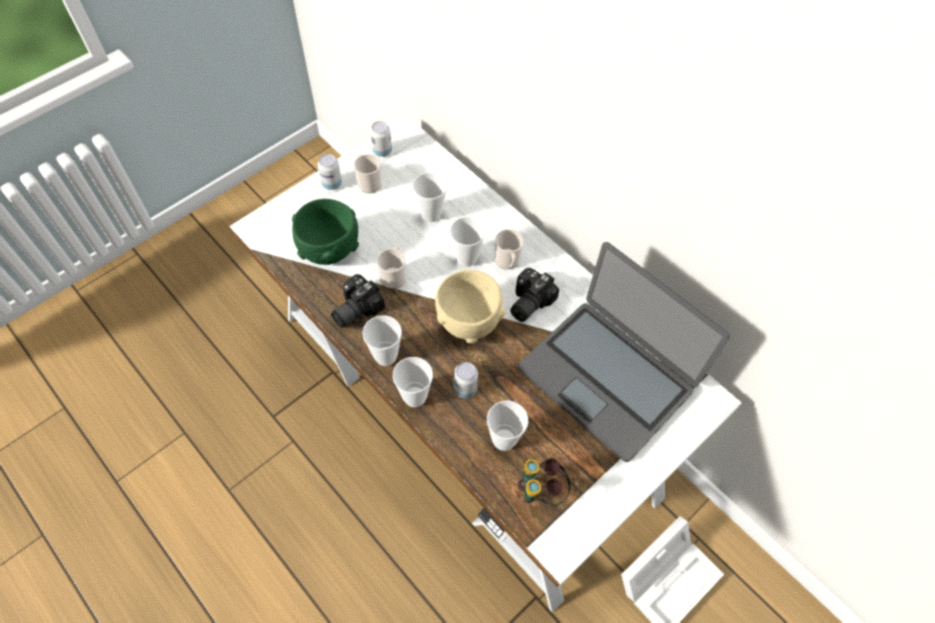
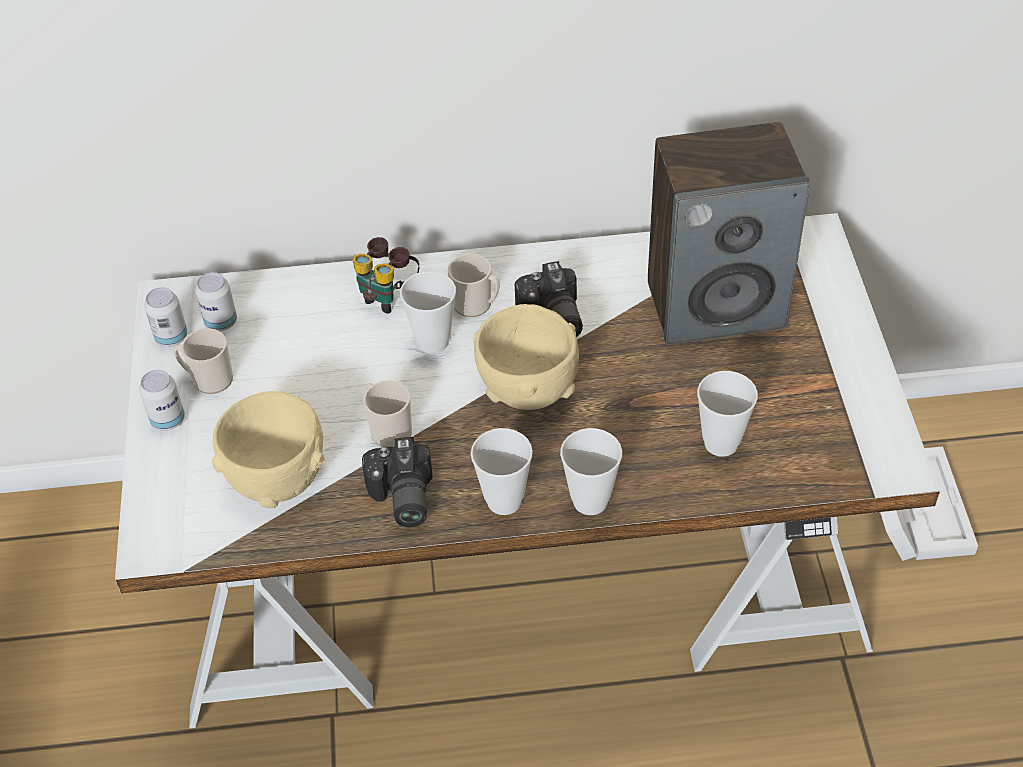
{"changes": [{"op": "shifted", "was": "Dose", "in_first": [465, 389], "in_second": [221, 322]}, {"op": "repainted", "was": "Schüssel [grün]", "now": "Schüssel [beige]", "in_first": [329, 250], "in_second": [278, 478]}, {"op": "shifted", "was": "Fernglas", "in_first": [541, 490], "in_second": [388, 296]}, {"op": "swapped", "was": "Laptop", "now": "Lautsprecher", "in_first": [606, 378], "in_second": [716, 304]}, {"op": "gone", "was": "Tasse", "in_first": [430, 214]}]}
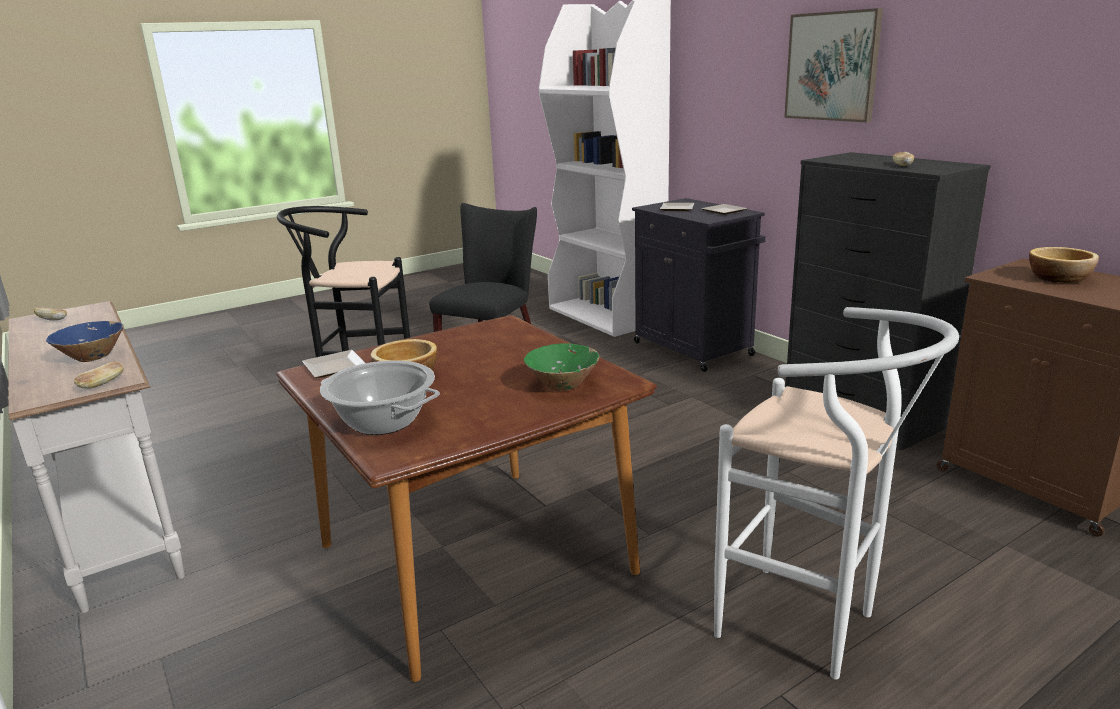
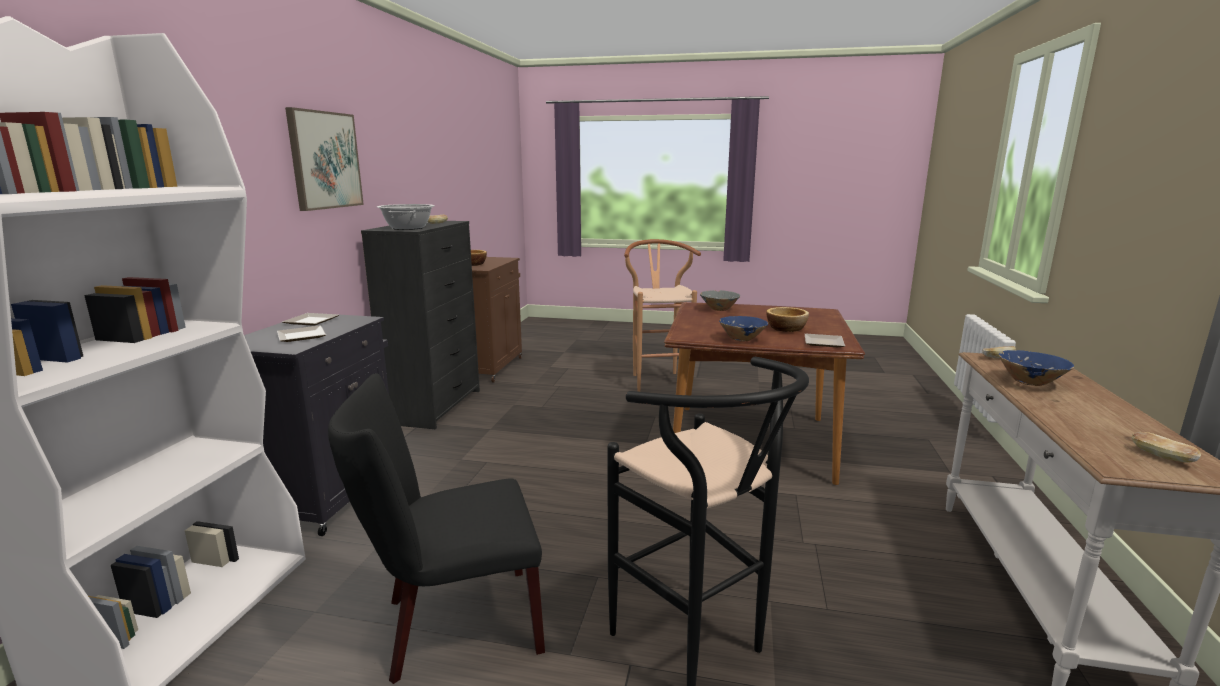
{"changes": [{"op": "shifted", "was": "Kochtopf", "in_first": [384, 421], "in_second": [407, 228]}, {"op": "repainted", "was": "Hocker [weiß]", "now": "Hocker [braun]", "in_first": [810, 628], "in_second": [658, 380]}, {"op": "repainted", "was": "Schüssel [grün]", "now": "Schüssel [grau]", "in_first": [562, 384], "in_second": [719, 309]}, {"op": "new", "now": "Schüssel [blau]", "in_second": [741, 339]}]}
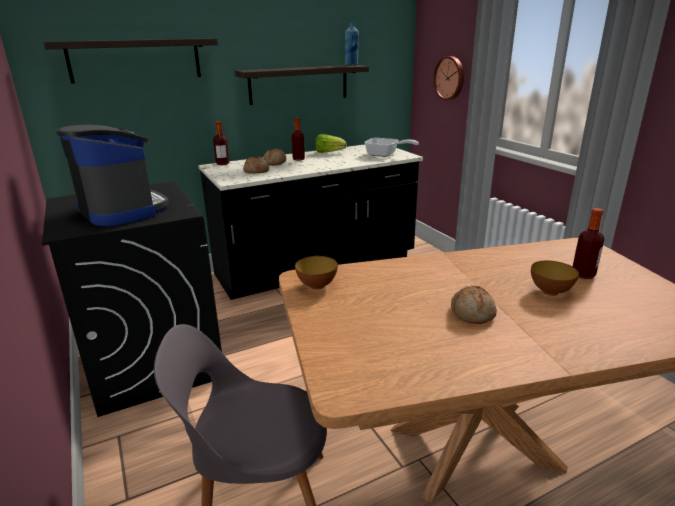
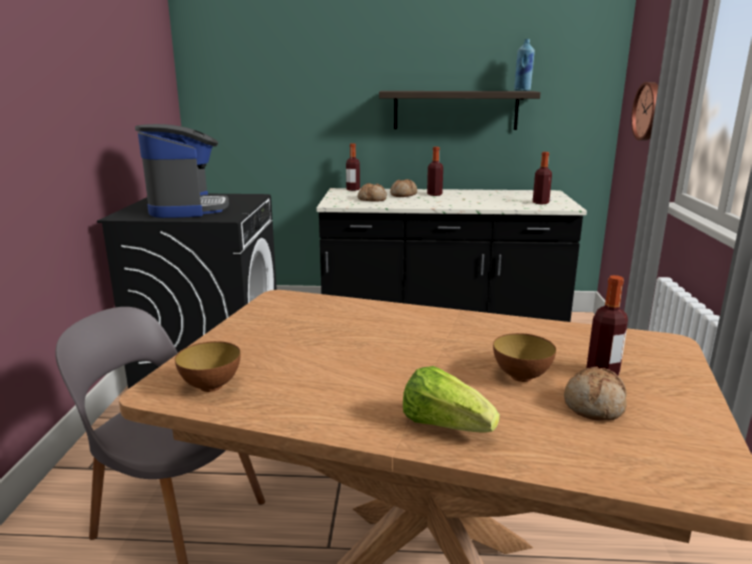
{"changes": [{"op": "shifted", "was": "Schüssel", "in_first": [317, 286], "in_second": [211, 386]}, {"op": "shifted", "was": "Salatkopf", "in_first": [328, 152], "in_second": [444, 425]}, {"op": "swapped", "was": "Pfanne", "now": "Flasche", "in_first": [385, 155], "in_second": [540, 203]}, {"op": "shifted", "was": "Brot", "in_first": [473, 313], "in_second": [595, 405]}, {"op": "gone", "was": "Wandregal", "in_first": [135, 60]}]}
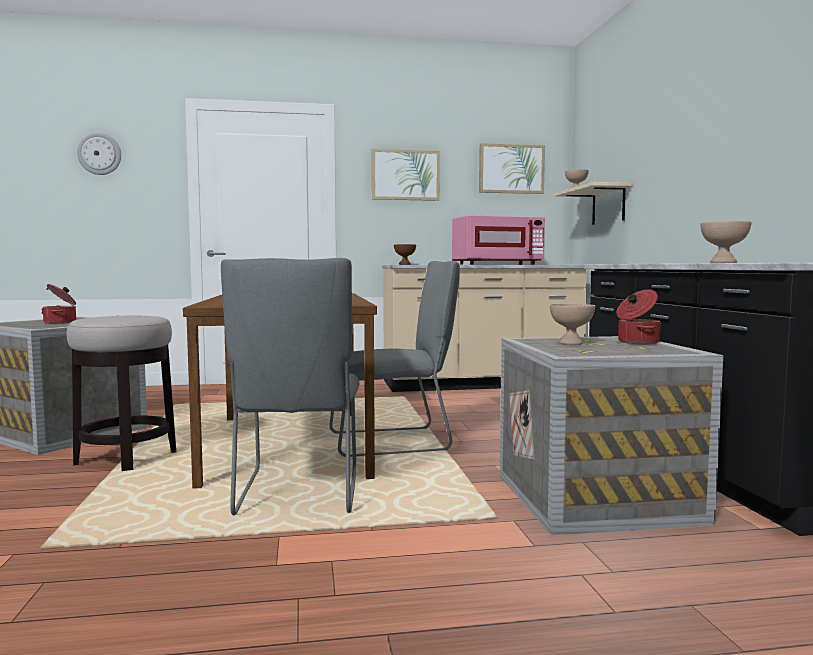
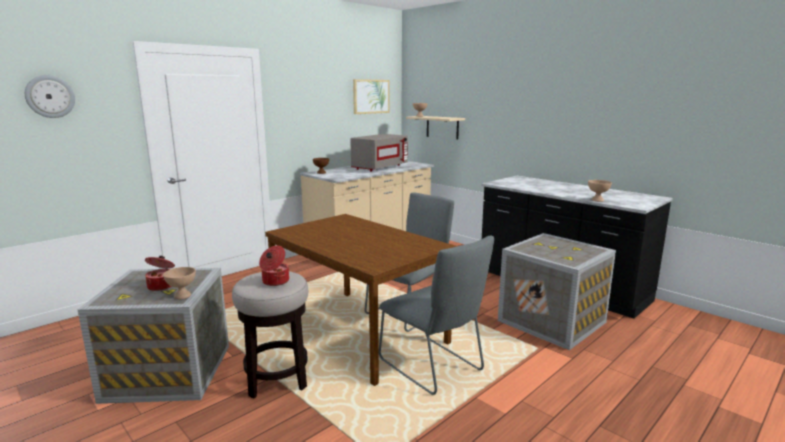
{"changes": [{"op": "shifted", "was": "Schüssel [beige]", "in_first": [571, 343], "in_second": [182, 295]}, {"op": "shifted", "was": "Kochtopf", "in_first": [637, 342], "in_second": [275, 281]}, {"op": "repainted", "was": "Mikrowelle [rosa]", "now": "Mikrowelle [grau]", "in_first": [497, 264], "in_second": [379, 167]}, {"op": "gone", "was": "Bild", "in_first": [405, 175]}]}
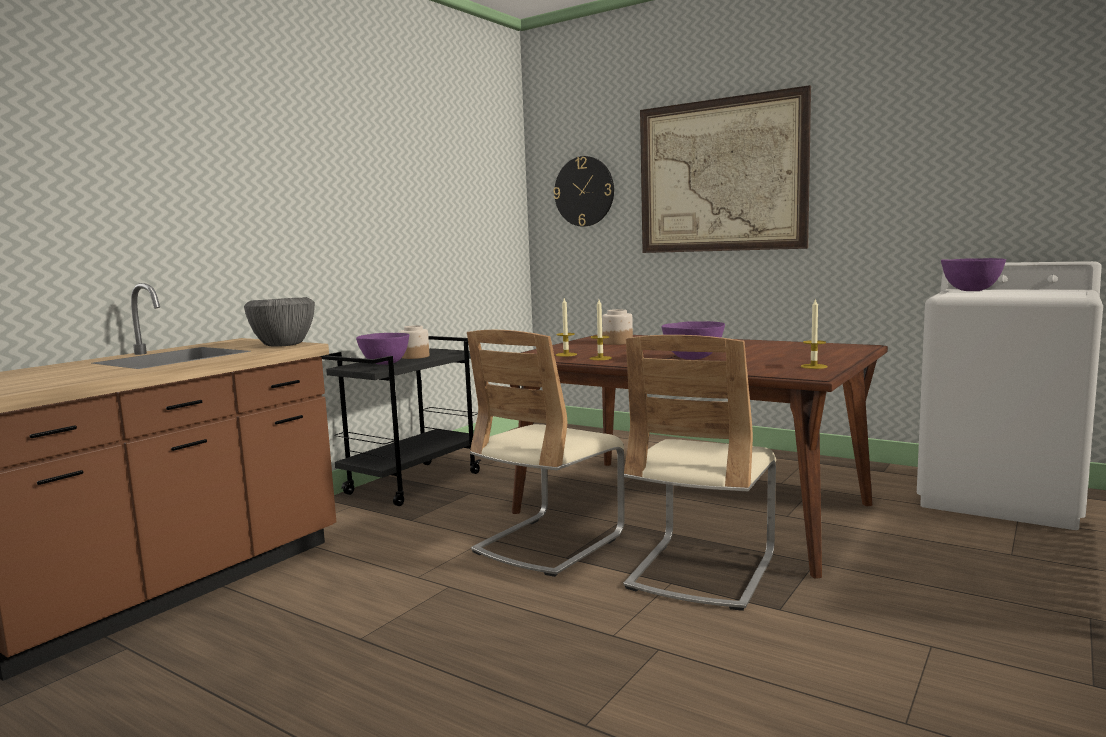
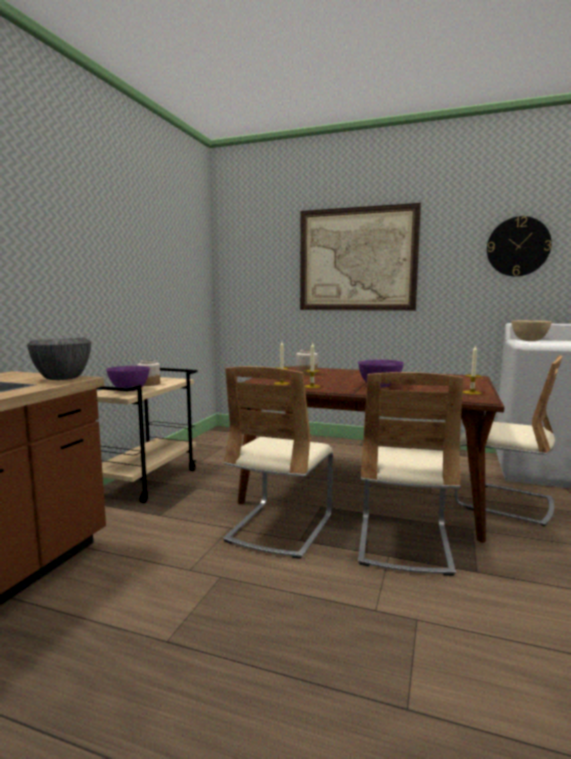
{"changes": [{"op": "repainted", "was": "Rollwagen [schwarz]", "now": "Rollwagen [beige]", "in_first": [414, 483], "in_second": [147, 481]}, {"op": "new", "now": "Stuhl [beige]", "in_second": [503, 502]}, {"op": "shifted", "was": "Wanduhr", "in_first": [584, 191], "in_second": [518, 246]}, {"op": "repainted", "was": "Schüssel [lila]", "now": "Schüssel [beige]", "in_first": [971, 290], "in_second": [529, 341]}]}
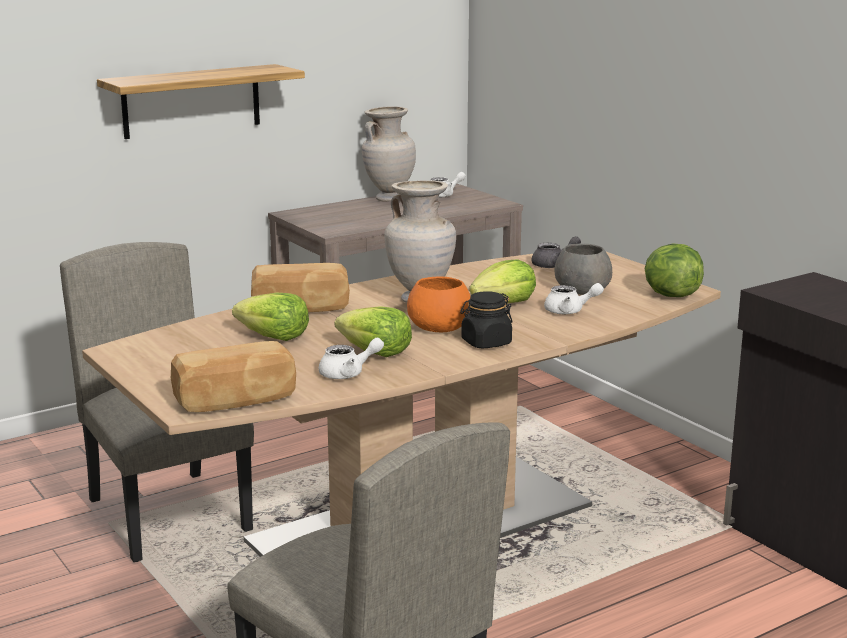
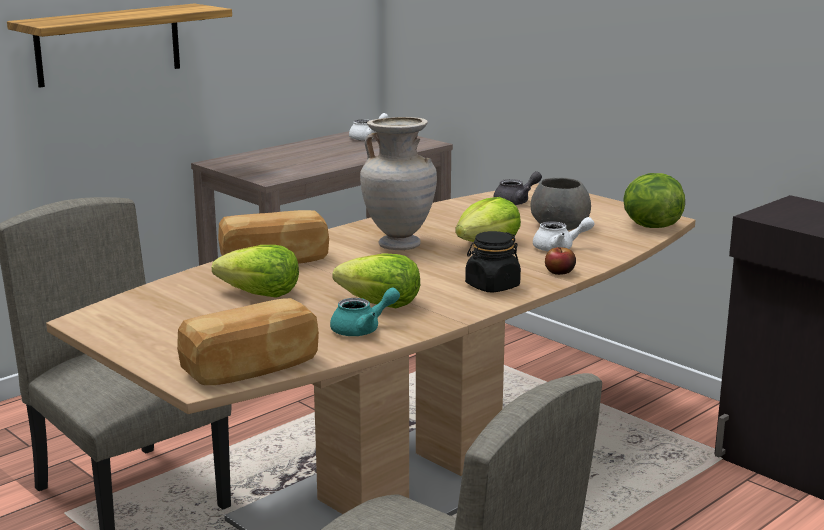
{"changes": [{"op": "repainted", "was": "Teekanne [weiß]", "now": "Teekanne [türkis]", "in_first": [348, 374], "in_second": [363, 329]}, {"op": "new", "now": "Apfel", "in_second": [560, 272]}, {"op": "gone", "was": "Vase [beige]", "in_first": [389, 198]}, {"op": "gone", "was": "Schüssel [orange]", "in_first": [440, 327]}]}
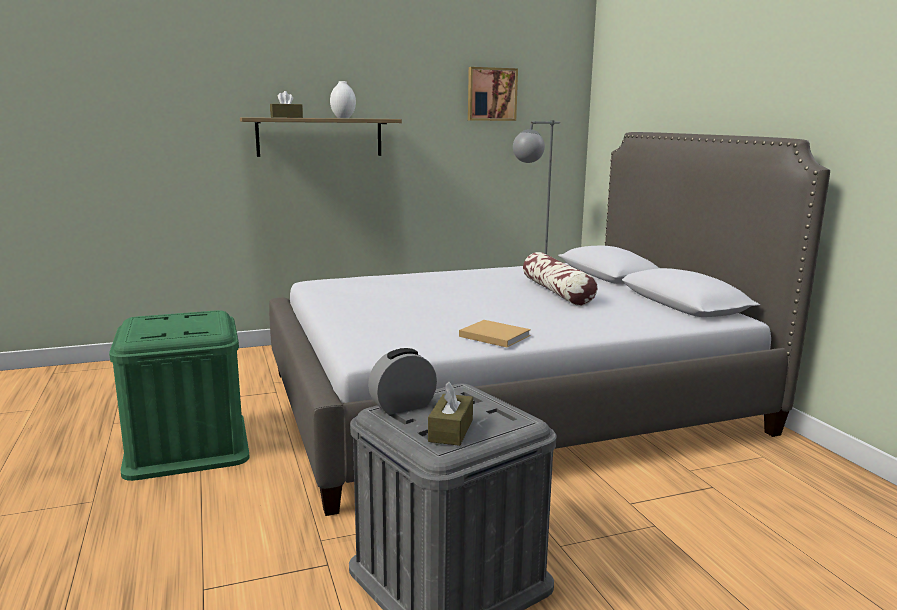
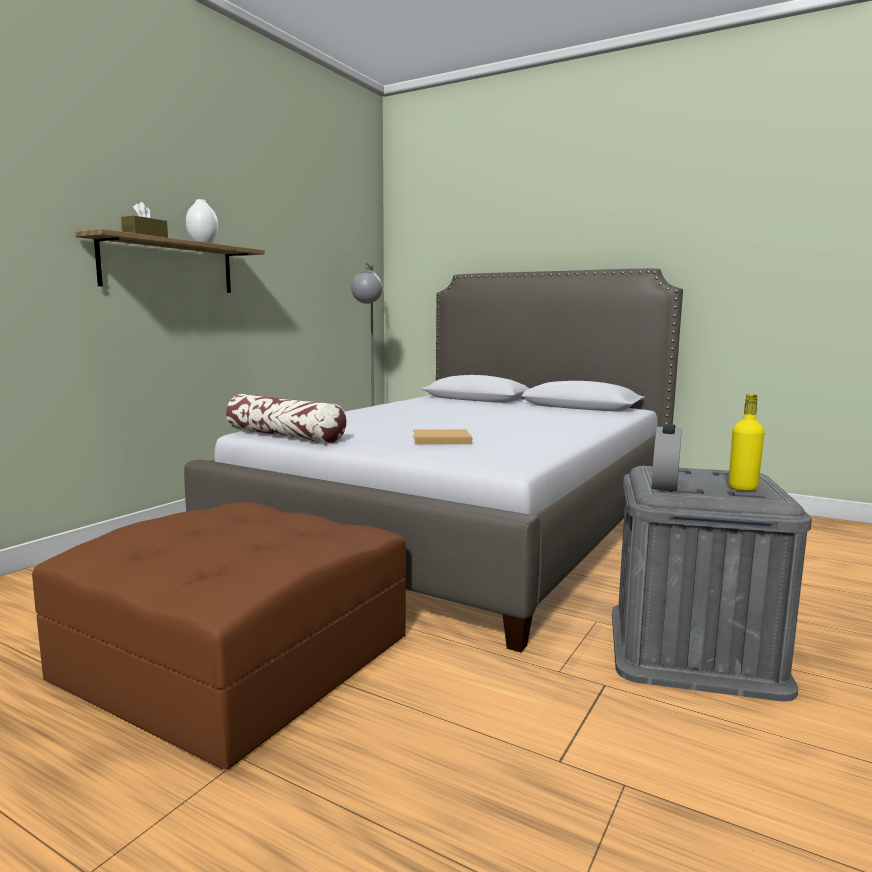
{"changes": [{"op": "swapped", "was": "Aufbewahrungsbox [grün]", "now": "Polsterhocker [braun]", "in_first": [187, 446], "in_second": [238, 656]}, {"op": "shifted", "was": "Kissen", "in_first": [557, 292], "in_second": [285, 436]}, {"op": "shifted", "was": "Buch [beige]", "in_first": [493, 335], "in_second": [439, 440]}, {"op": "swapped", "was": "Taschentuchbox [braun]", "now": "Flasche [gelb]", "in_first": [451, 430], "in_second": [742, 488]}, {"op": "gone", "was": "Bild", "in_first": [491, 94]}]}
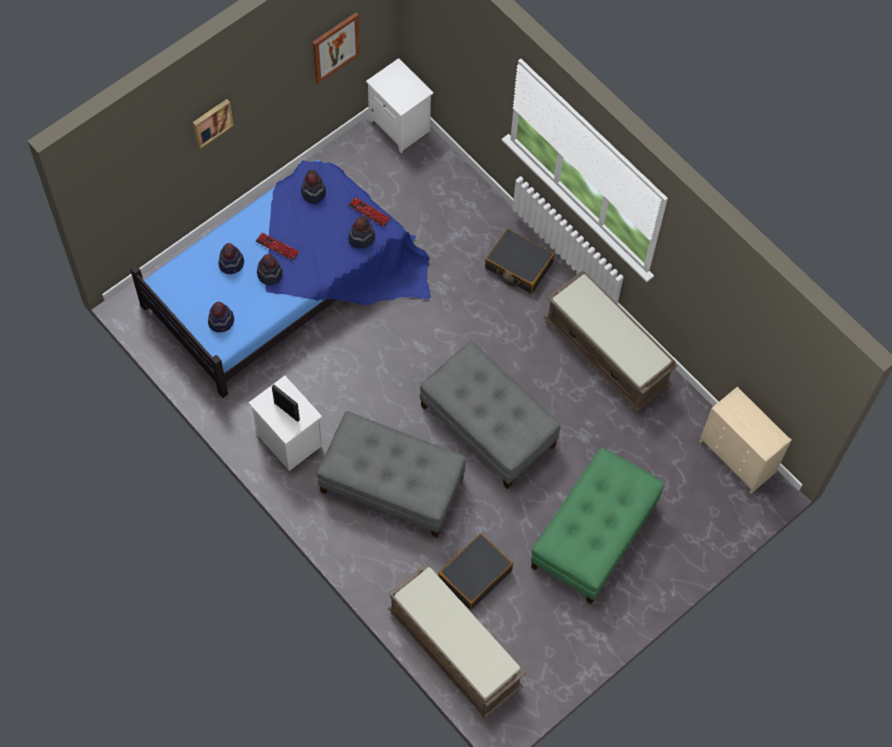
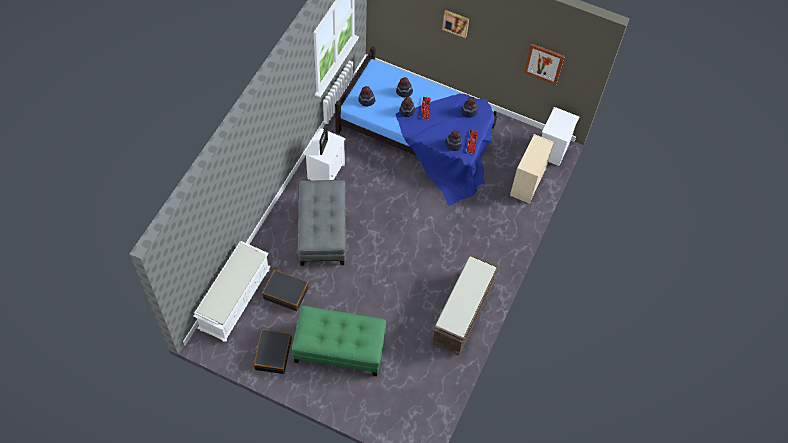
{"changes": [{"op": "repainted", "was": "Bank [braun]", "now": "Bank [weiß]", "in_first": [453, 650], "in_second": [235, 299]}, {"op": "shifted", "was": "Koffer [schwarz]", "in_first": [518, 266], "in_second": [273, 354]}, {"op": "shifted", "was": "Kommode [beige]", "in_first": [738, 458], "in_second": [527, 183]}, {"op": "gone", "was": "Polsterhocker [grau]", "in_first": [489, 425]}]}
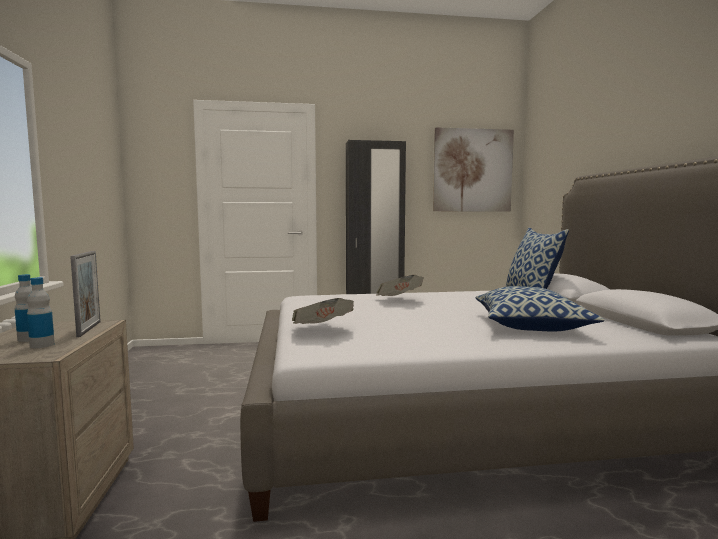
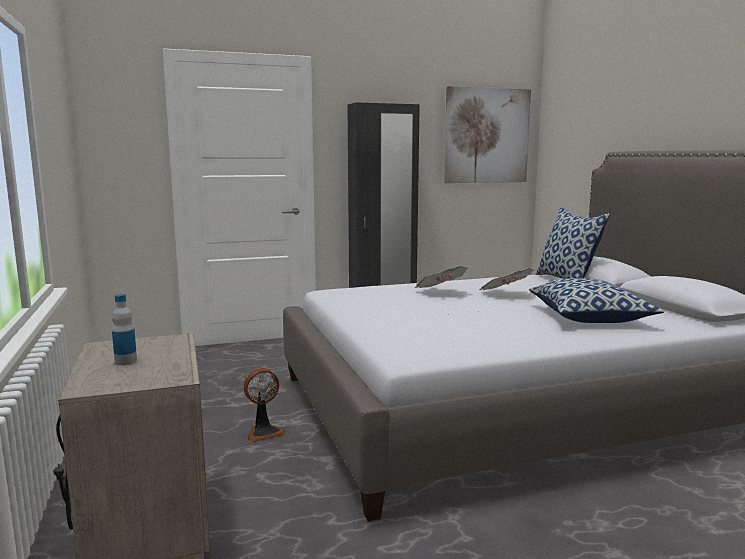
{"changes": [{"op": "new", "now": "Ventilator", "in_second": [263, 432]}, {"op": "shifted", "was": "Zeitung", "in_first": [322, 330], "in_second": [505, 294]}, {"op": "gone", "was": "Flasche", "in_first": [42, 345]}, {"op": "gone", "was": "Bilderrahmen", "in_first": [89, 329]}]}
